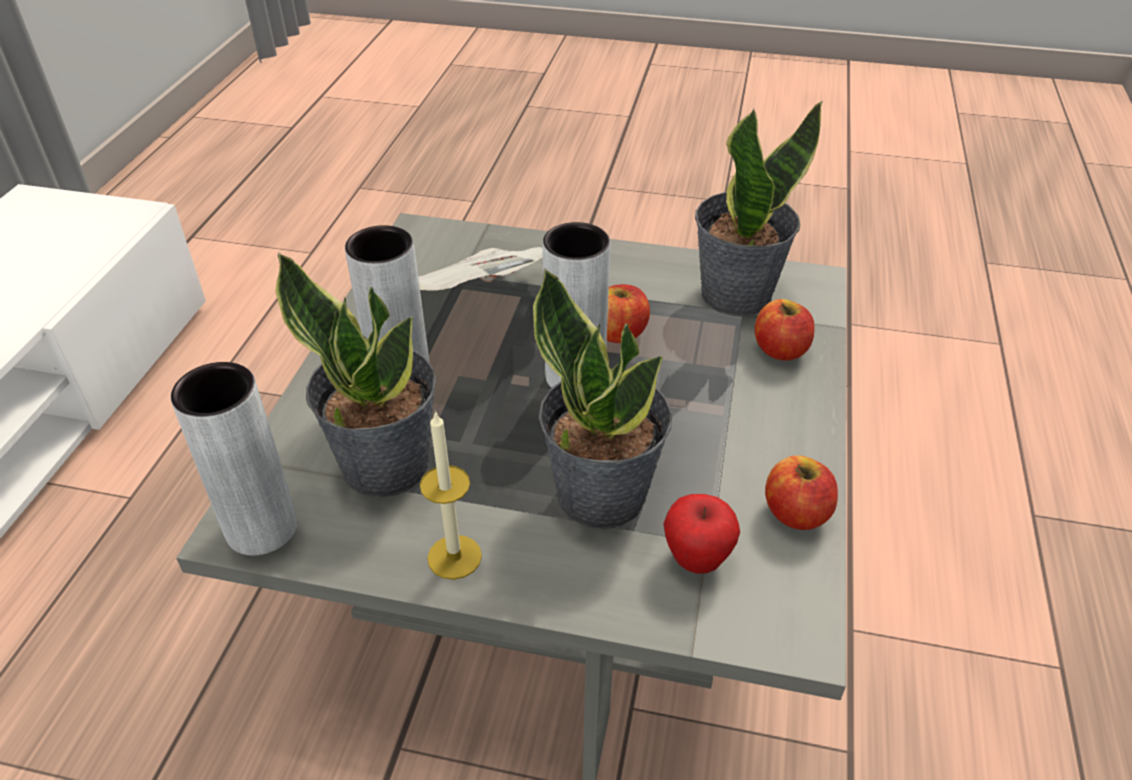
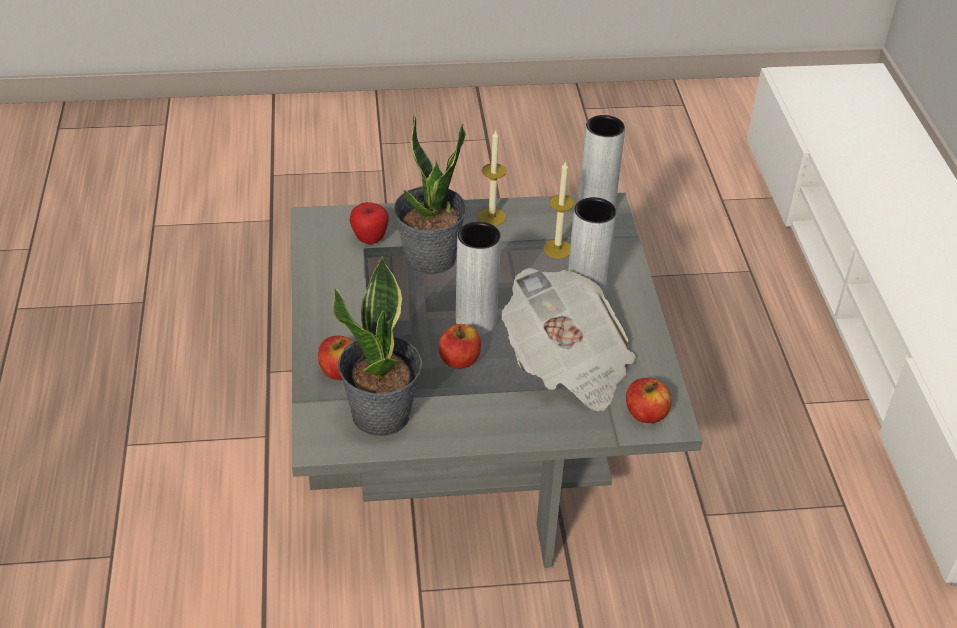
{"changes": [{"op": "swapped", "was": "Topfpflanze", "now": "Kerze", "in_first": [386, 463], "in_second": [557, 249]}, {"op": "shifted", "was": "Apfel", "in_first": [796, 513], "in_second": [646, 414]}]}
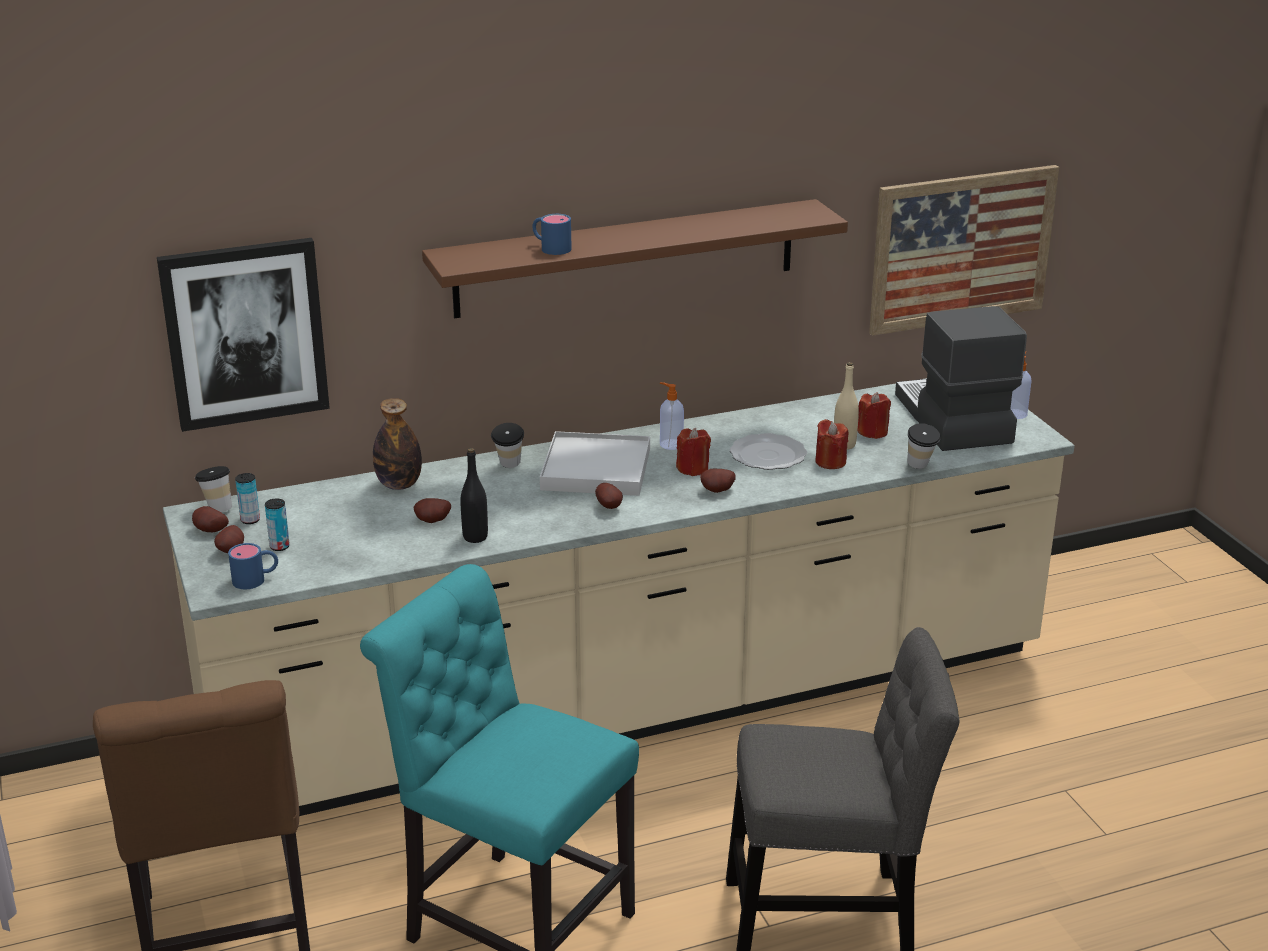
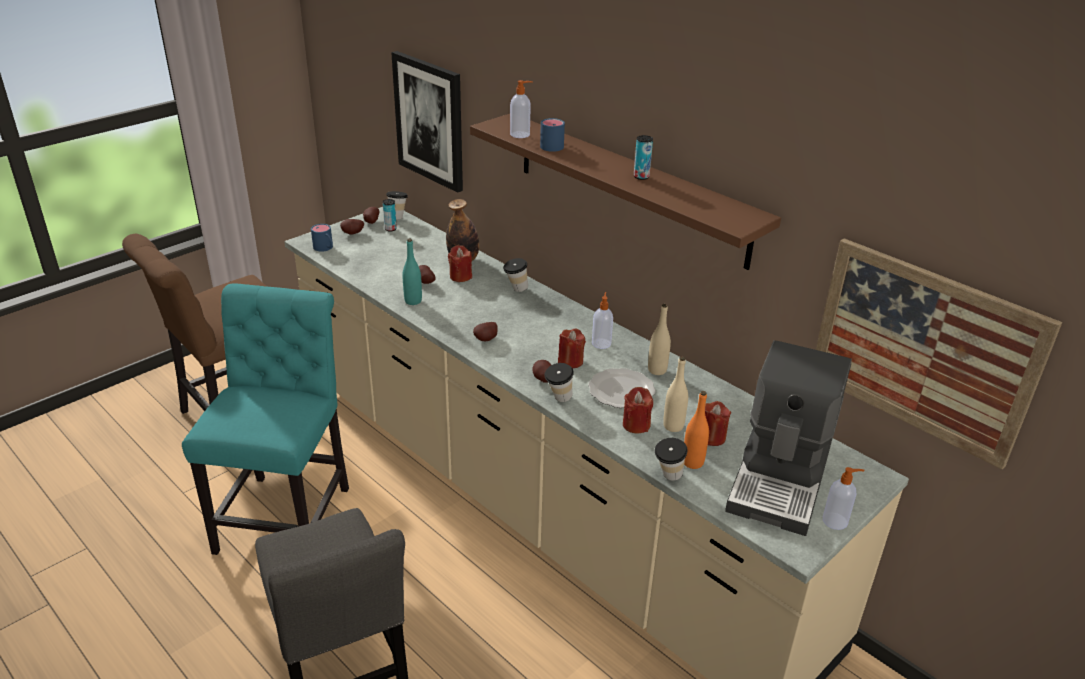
{"changes": [{"op": "repainted", "was": "Flasche [schwarz]", "now": "Flasche [türkis]", "in_first": [475, 537], "in_second": [413, 301]}, {"op": "new", "now": "Kerze [rot]", "in_second": [460, 276]}, {"op": "new", "now": "Seifenspender", "in_second": [520, 135]}, {"op": "new", "now": "Tasse", "in_second": [558, 399]}, {"op": "shifted", "was": "Dose", "in_first": [279, 546], "in_second": [641, 177]}, {"op": "new", "now": "Flasche [beige]", "in_second": [657, 370]}, {"op": "new", "now": "Flasche [orange]", "in_second": [692, 462]}, {"op": "rotated", "was": "Kaffeemaschine", "in_first": [951, 419], "in_second": [781, 480], "clockwise": 150}, {"op": "gone", "was": "Tablett [weiß]", "in_first": [596, 469]}]}
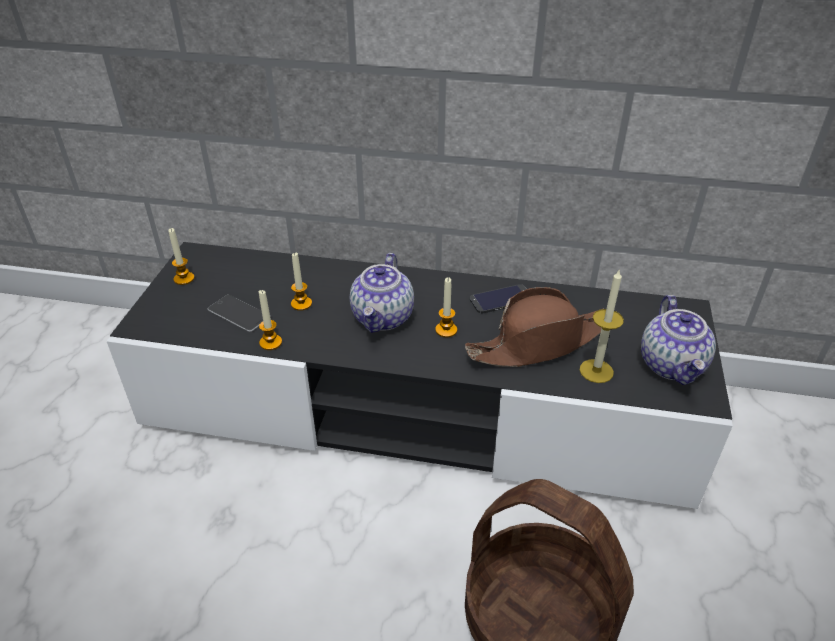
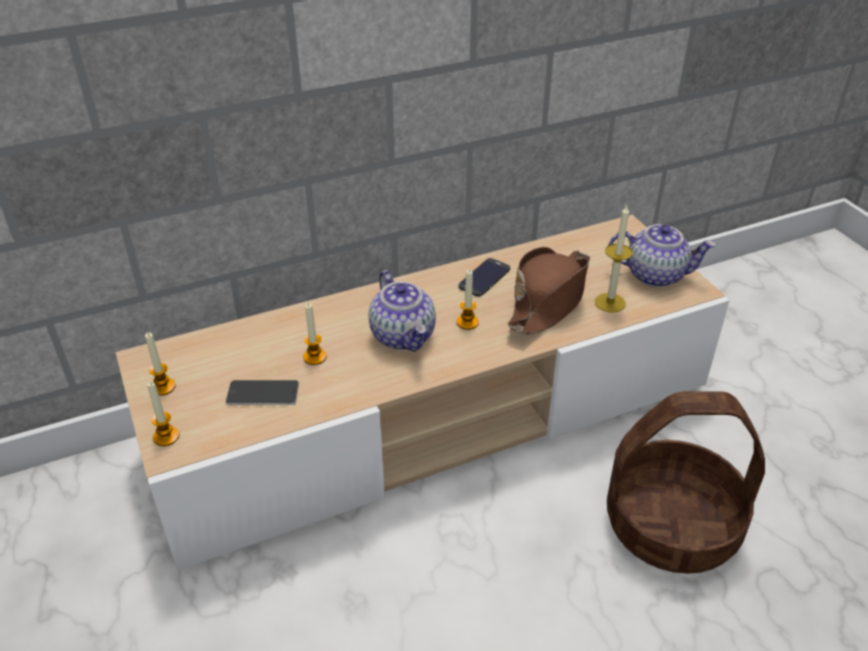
{"changes": [{"op": "repainted", "was": "Fernsehschrank [schwarz]", "now": "Fernsehschrank [beige]", "in_first": [417, 408], "in_second": [434, 416]}, {"op": "shifted", "was": "Kerze", "in_first": [270, 342], "in_second": [166, 437]}, {"op": "rotated", "was": "Teekanne", "in_first": [672, 365], "in_second": [655, 274], "clockwise": -45}]}
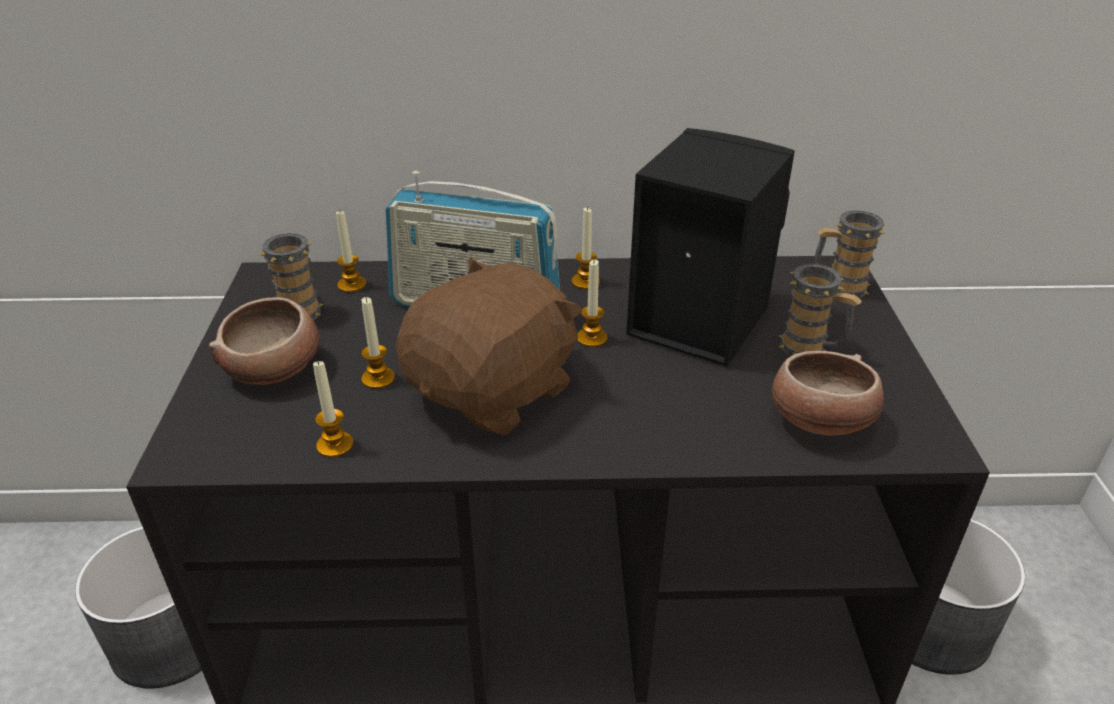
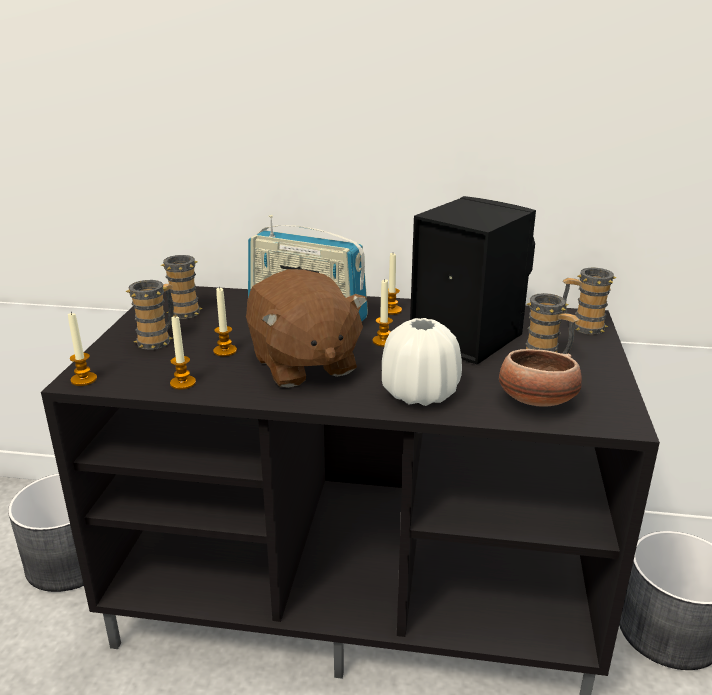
{"changes": [{"op": "shifted", "was": "Kerze", "in_first": [352, 285], "in_second": [84, 379]}, {"op": "swapped", "was": "Schüssel", "now": "Henkelbecher", "in_first": [275, 368], "in_second": [158, 340]}, {"op": "rotated", "was": "Plüschtier [braun]", "in_first": [495, 392], "in_second": [303, 364], "clockwise": 105}, {"op": "new", "now": "Vase [weiß]", "in_second": [419, 393]}]}
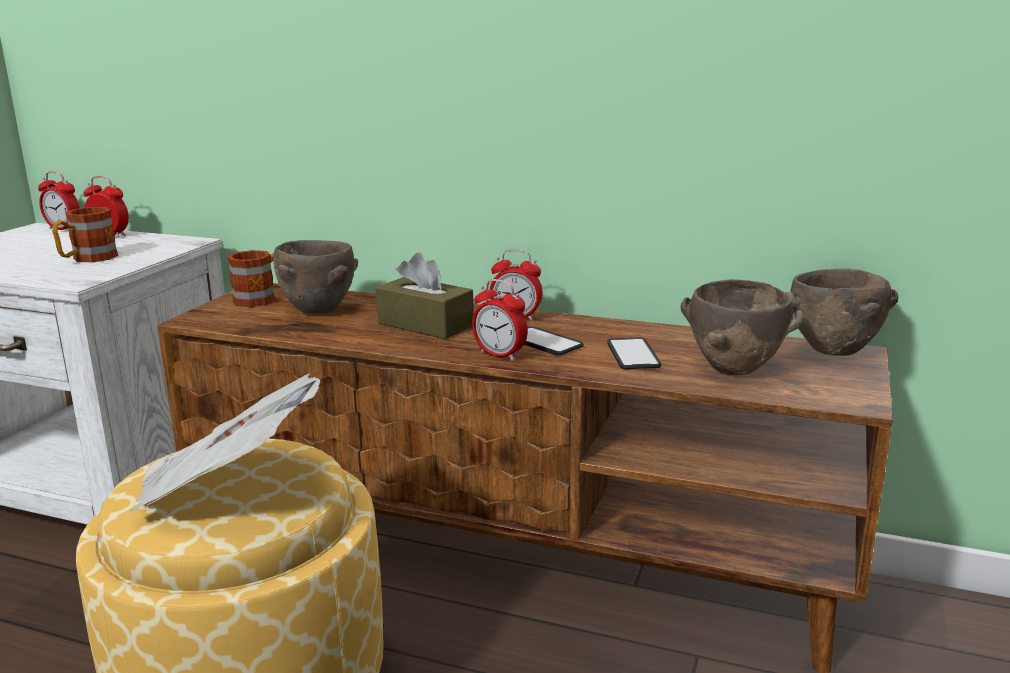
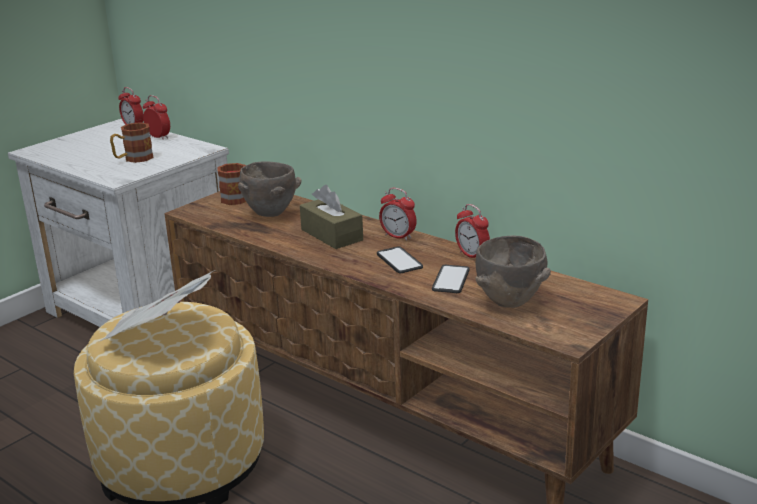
{"changes": [{"op": "shifted", "was": "Wecker", "in_first": [500, 355], "in_second": [472, 255]}, {"op": "gone", "was": "Schüssel [braun]", "in_first": [835, 352]}]}
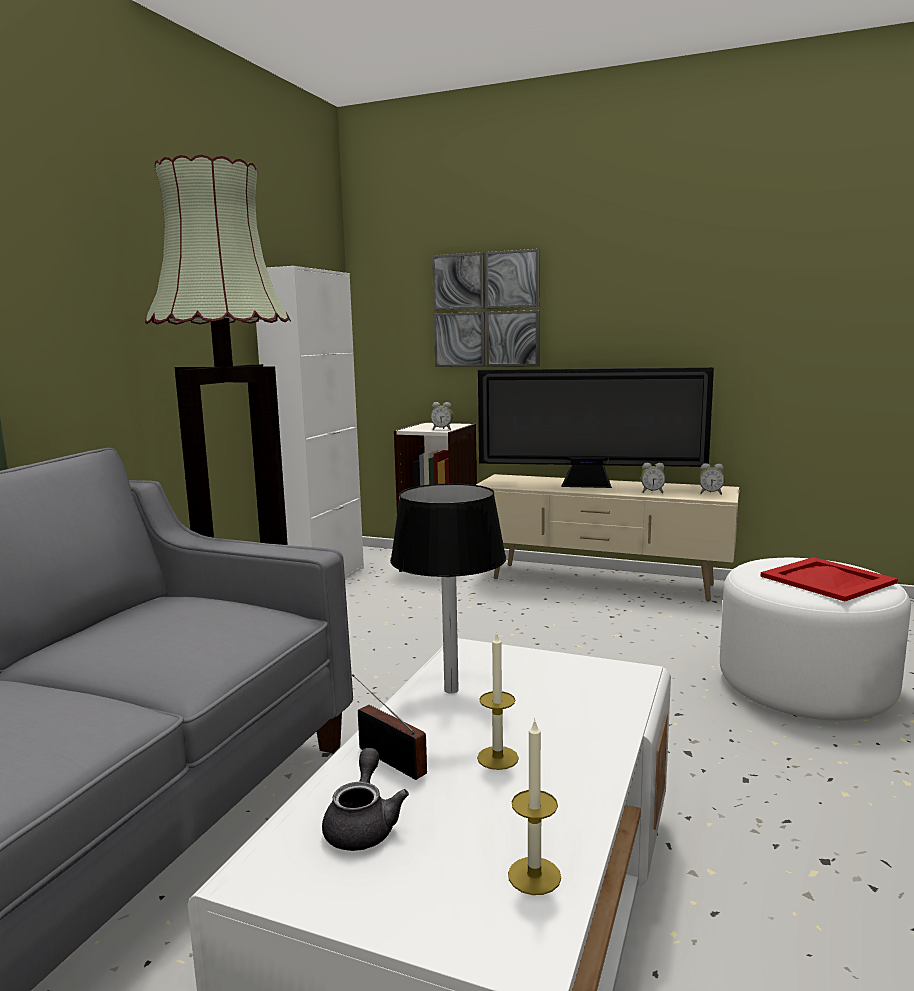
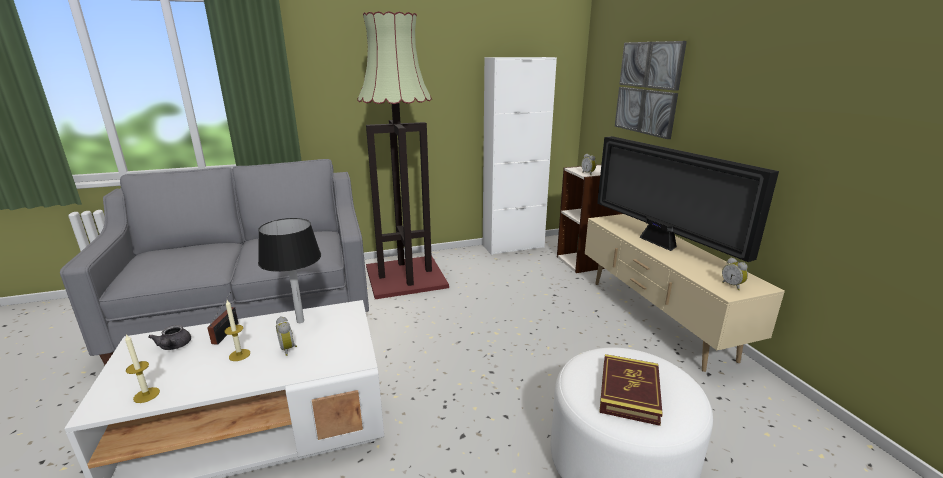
{"changes": [{"op": "rotated", "was": "Teekanne [grau]", "in_first": [363, 825], "in_second": [174, 346], "clockwise": 105}, {"op": "shifted", "was": "Wecker", "in_first": [652, 492], "in_second": [289, 349]}, {"op": "swapped", "was": "Tablett [rot]", "now": "Buch", "in_first": [827, 579], "in_second": [629, 392]}]}
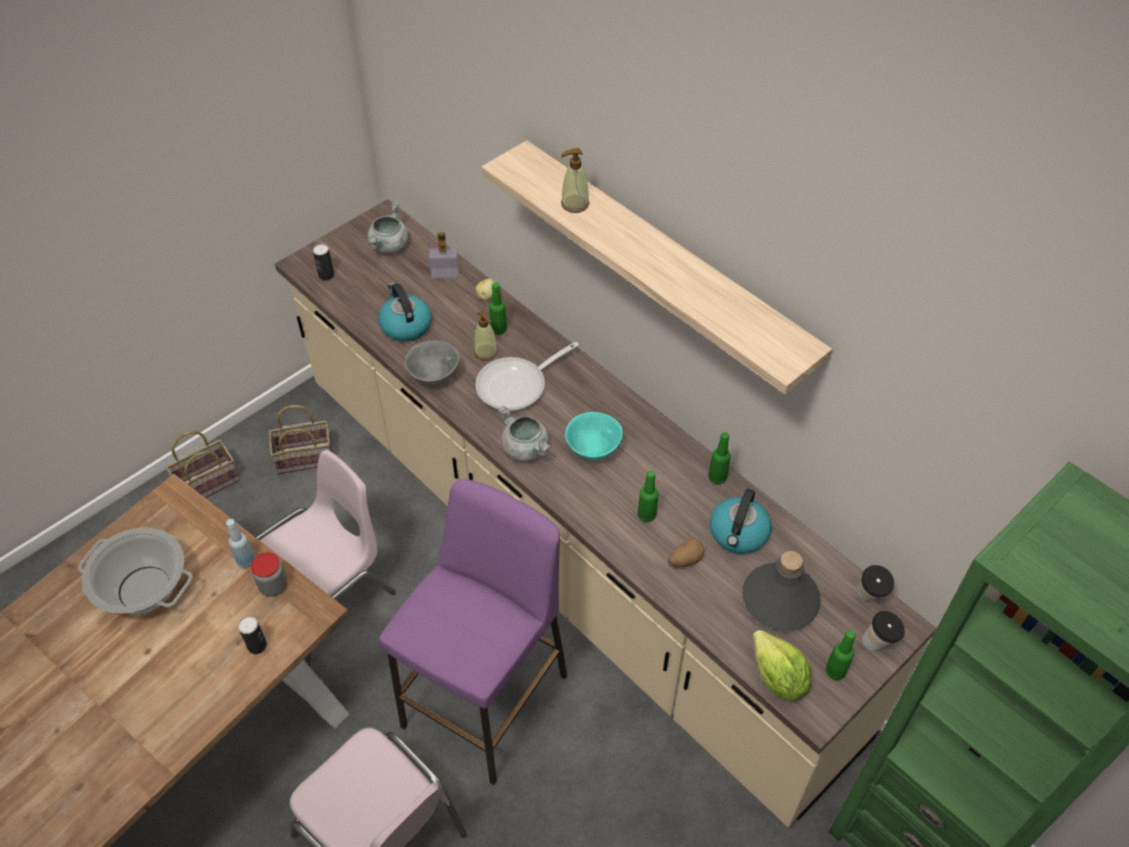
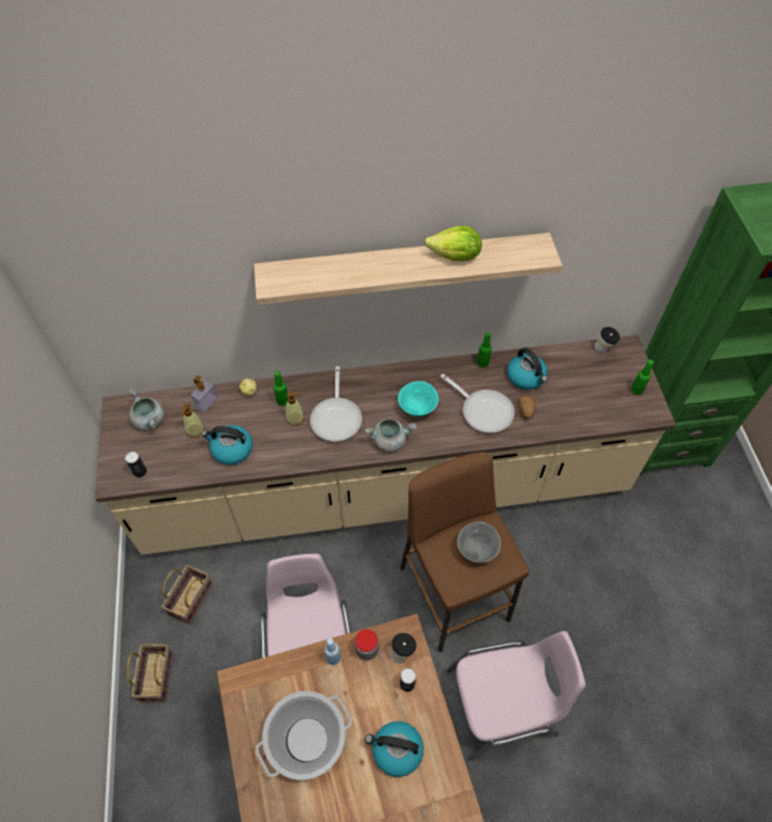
{"changes": [{"op": "shifted", "was": "Seifenspender", "in_first": [574, 204], "in_second": [195, 430]}, {"op": "new", "now": "Wasserkessel", "in_second": [396, 750]}, {"op": "shifted", "was": "Tasse", "in_first": [878, 644], "in_second": [402, 653]}, {"op": "repainted", "was": "Hocker [lila]", "now": "Hocker [braun]", "in_first": [486, 699], "in_second": [453, 592]}, {"op": "shifted", "was": "Salatkopf", "in_first": [778, 678], "in_second": [455, 257]}, {"op": "swapped", "was": "Flasche [grün]", "now": "Pfanne", "in_first": [646, 515], "in_second": [483, 410]}, {"op": "shifted", "was": "Schüssel [grau]", "in_first": [433, 375], "in_second": [475, 549]}, {"op": "gone", "was": "Flasche [grau]", "in_first": [779, 600]}]}
